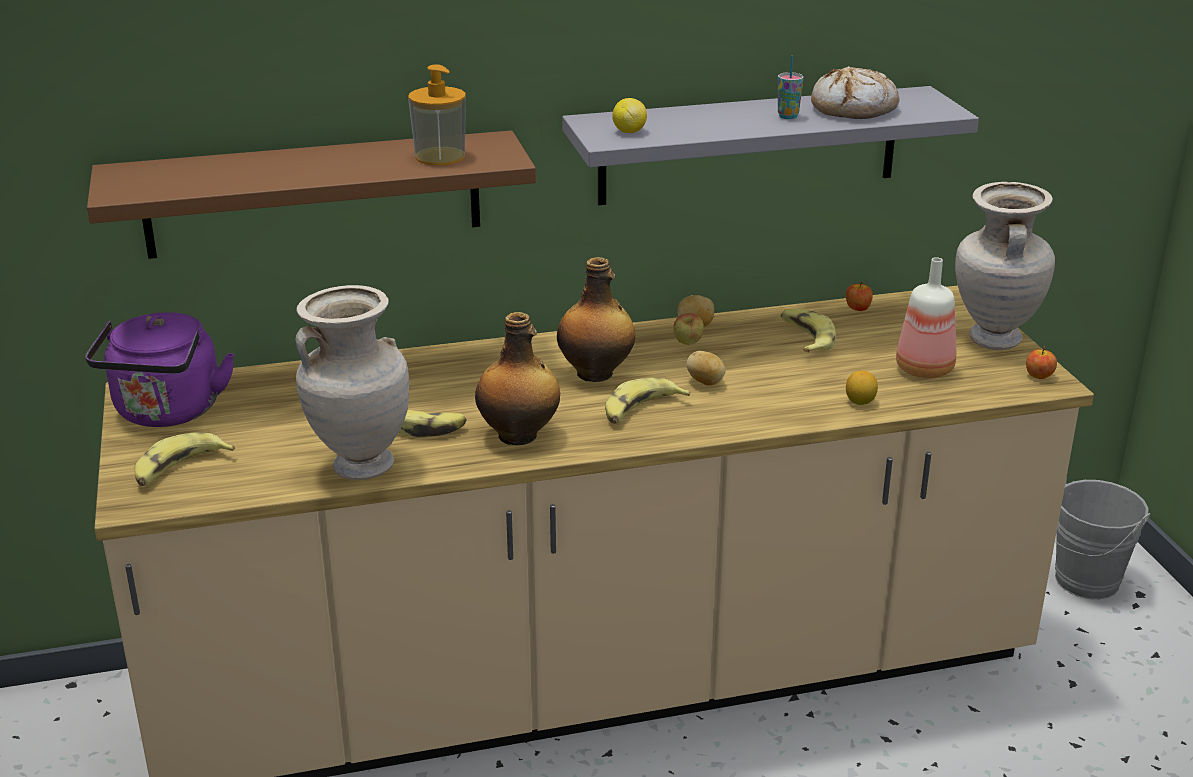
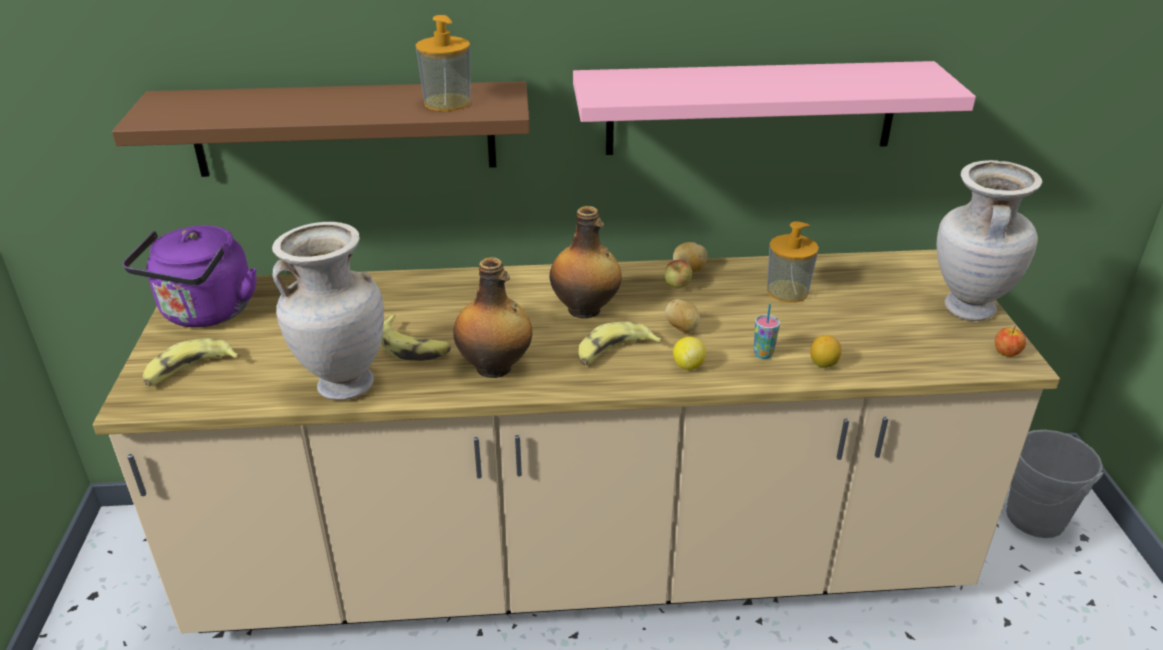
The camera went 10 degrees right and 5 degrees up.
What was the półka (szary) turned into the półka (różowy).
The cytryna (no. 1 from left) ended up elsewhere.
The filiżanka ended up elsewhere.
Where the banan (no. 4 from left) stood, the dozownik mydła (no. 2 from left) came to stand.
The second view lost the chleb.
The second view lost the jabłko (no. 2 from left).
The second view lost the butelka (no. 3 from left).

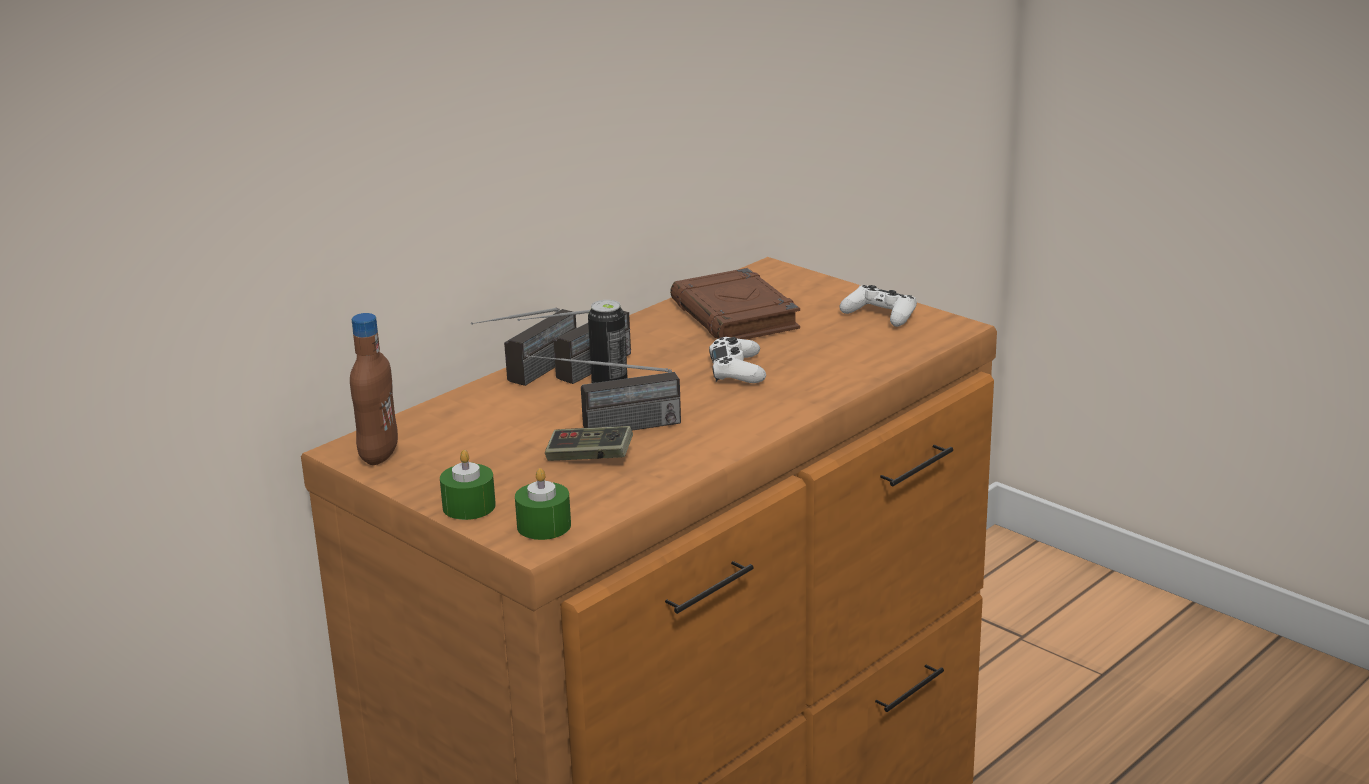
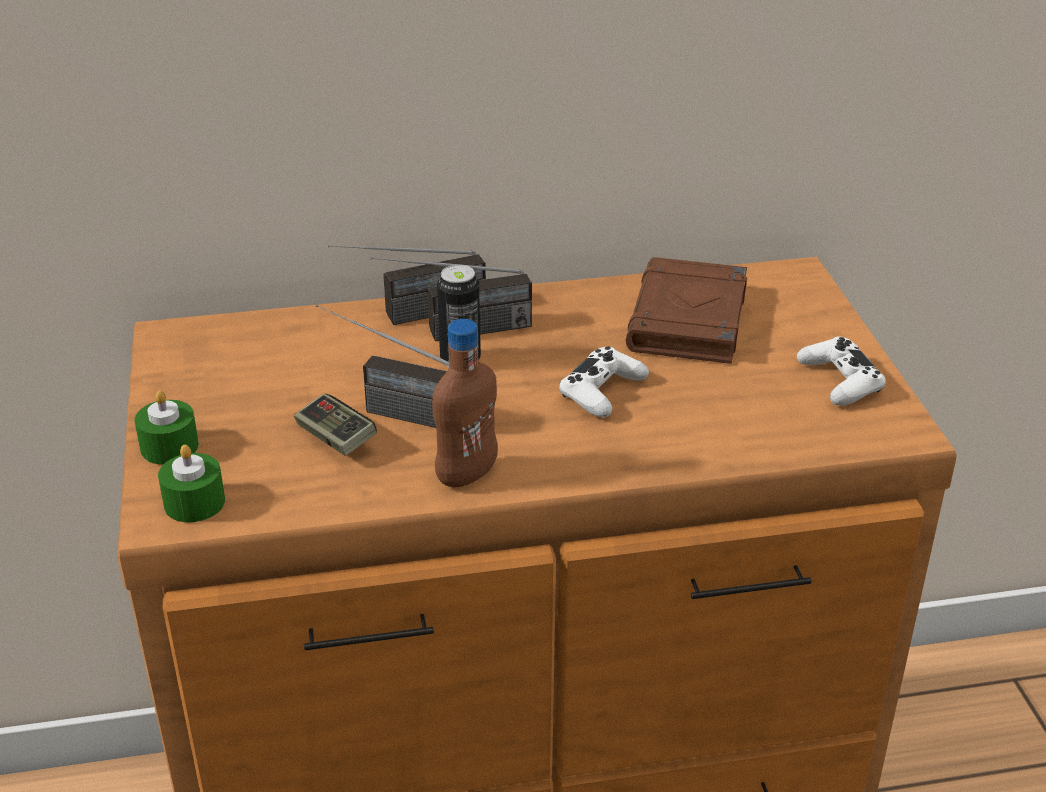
The camera went 35 degrees right and 10 degrees up.
The butelka (brązowy) ended up elsewhere.

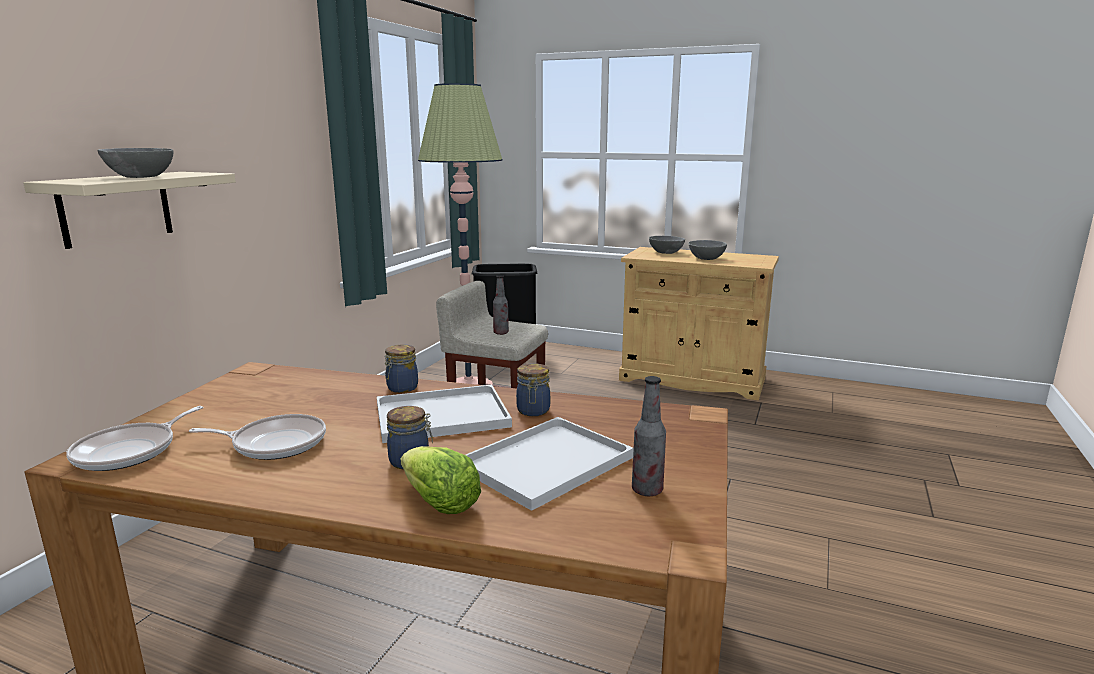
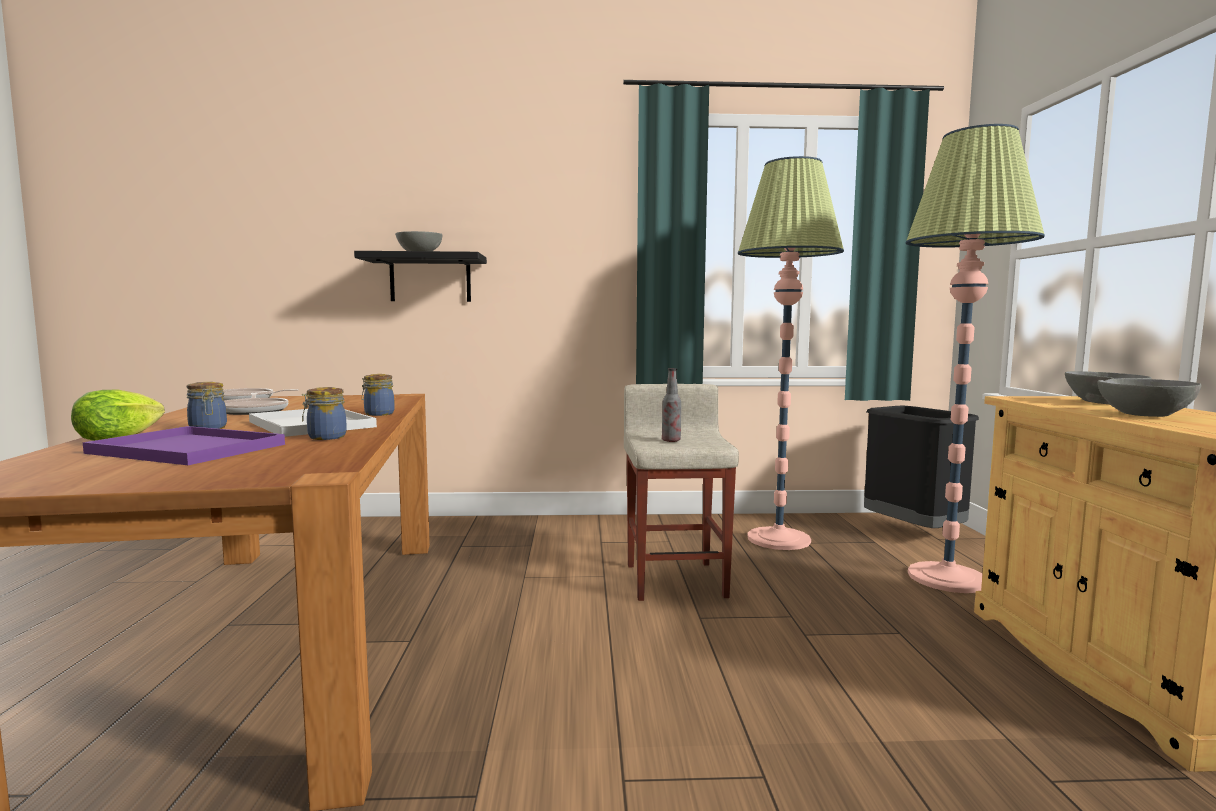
The camera went 65 degrees right and 10 degrees down.
What was the taca (biały) (no. 2 from left) turned into the taca (fioletowy).
What was the półka (beżowy) turned into the półka (czarny).
The second view gained the lampa stojąca (no. 2 from left).
The second view lost the butelka (no. 2 from left).

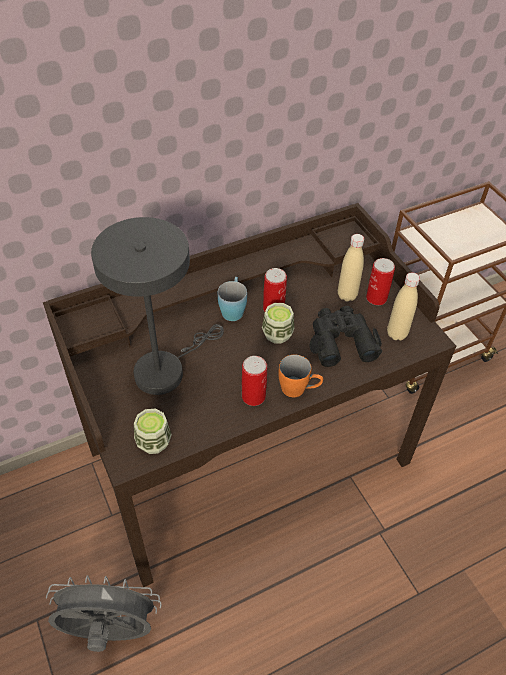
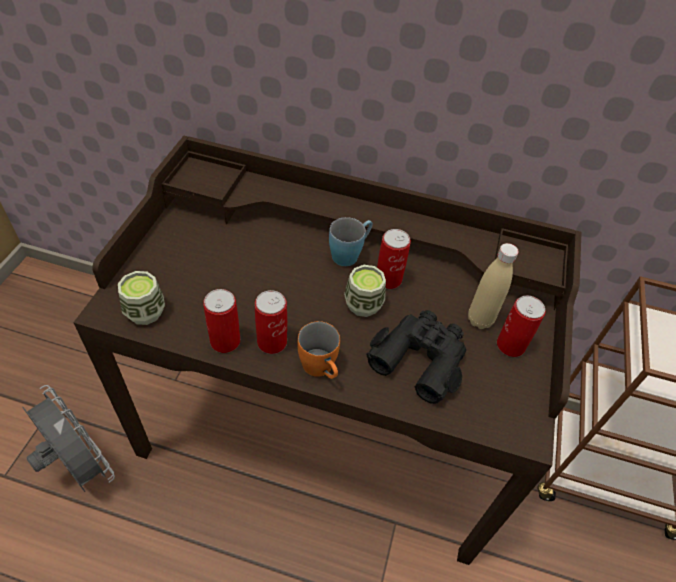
The camera went 40 degrees right and 0 degrees up.
The second view gained the puszka (no. 1 from left).
The second view lost the lampa stołowa (szary).
The second view lost the butelka (beżowy) (no. 2 from left).

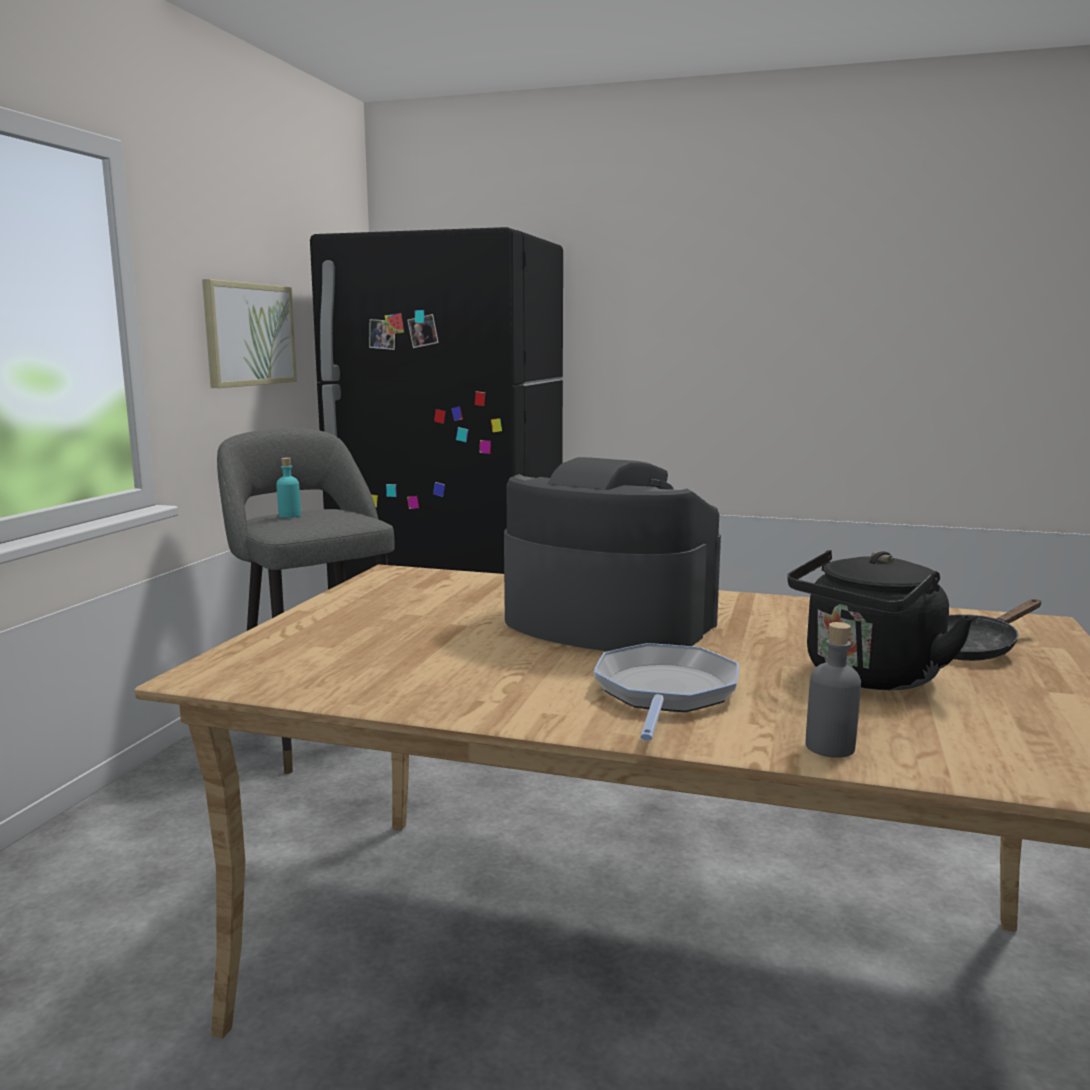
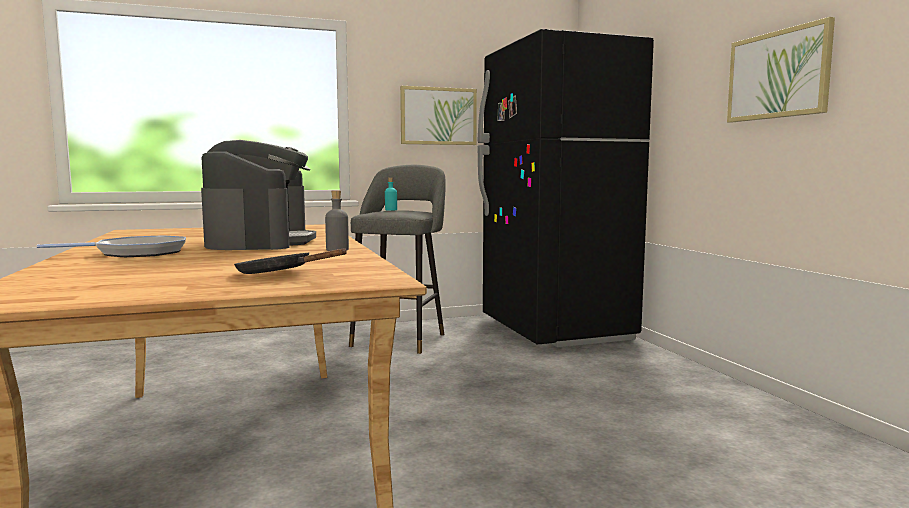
The camera went 55 degrees right and 5 degrees down.
The butelka (szary) ended up elsewhere.
The second view gained the obraz (no. 2 from left).
The second view lost the czajnik (czarny).

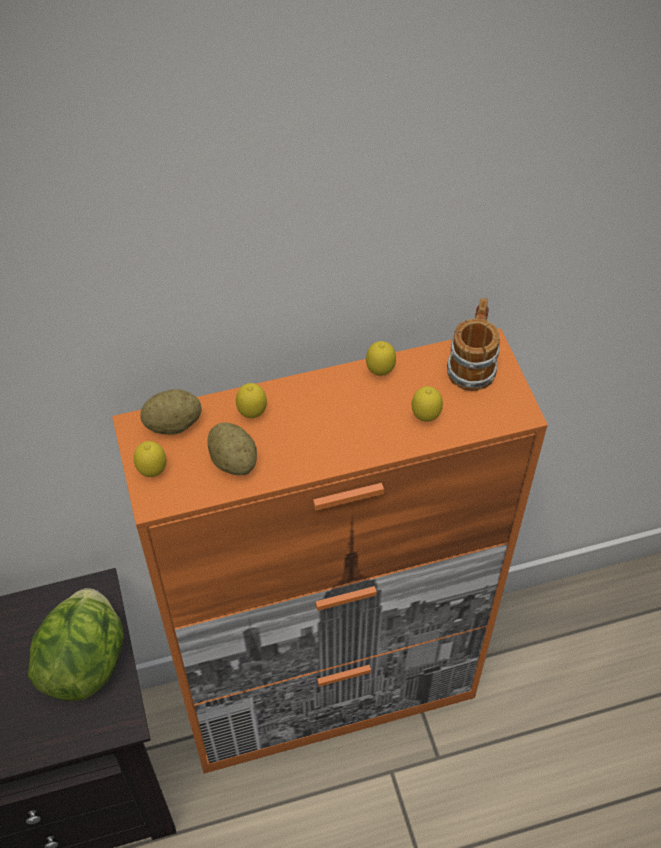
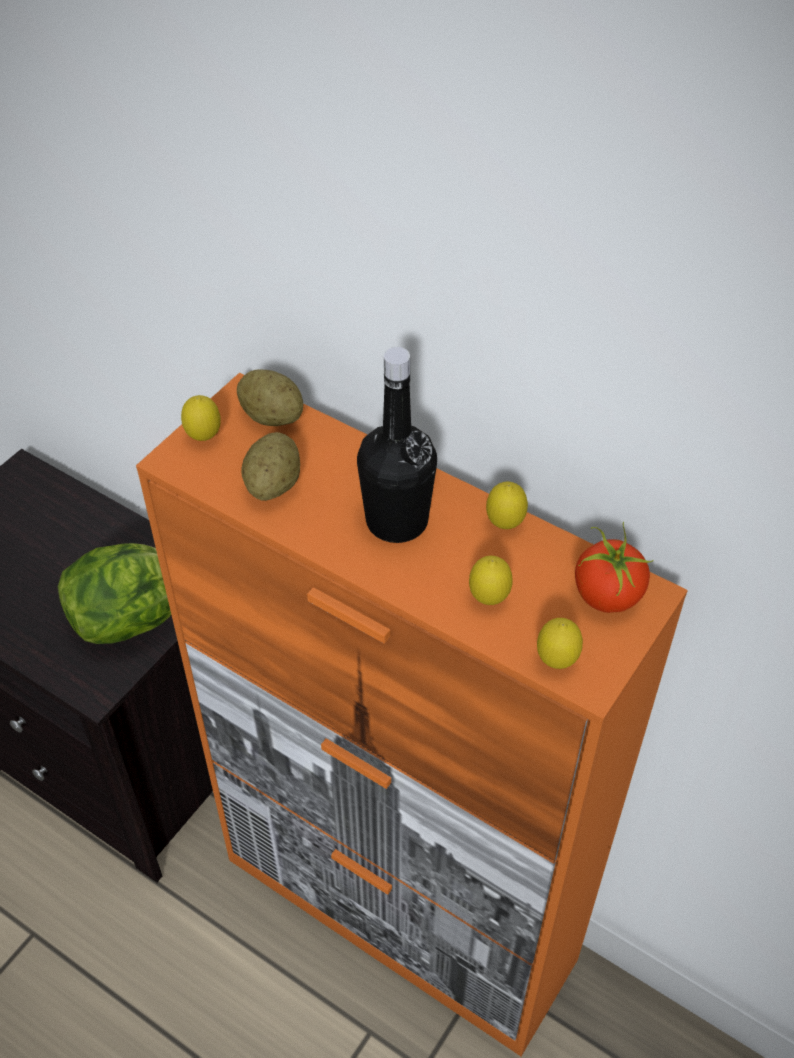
The camera went 50 degrees right and 5 degrees down.
The second view gained the butelka (czarny).
The cytryna (no. 2 from left in the first image) ended up elsewhere.
Where the kubek stood, the pomidor came to stand.

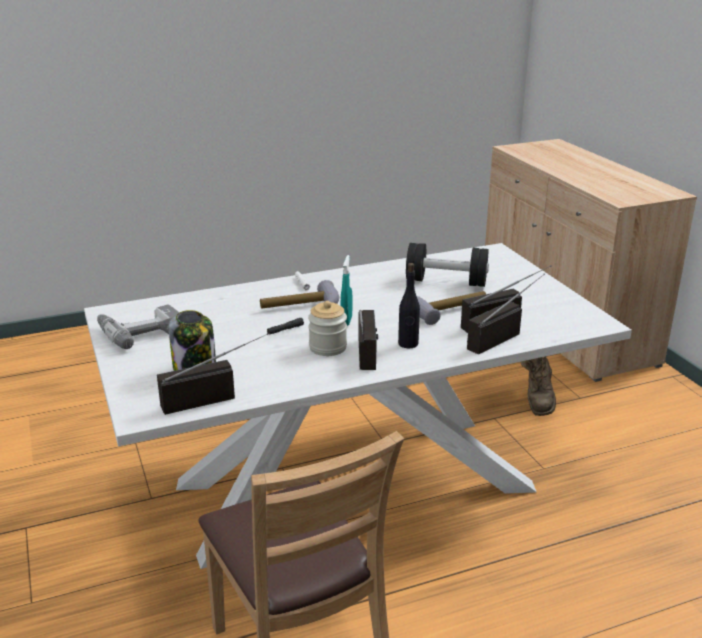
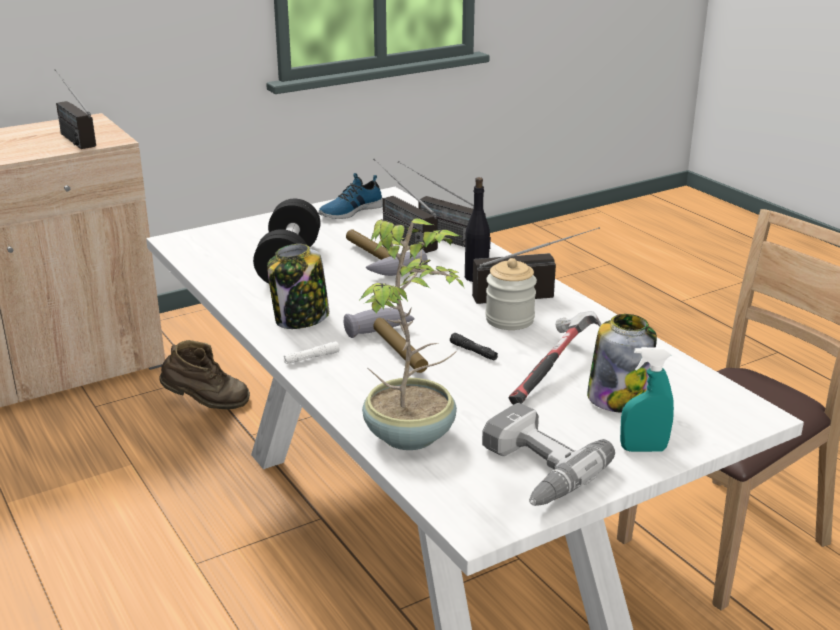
The camera went 100 degrees left and 0 degrees up.
The radio (no. 1 from left) ended up elsewhere.
The second view gained the słoik (no. 1 from left).
The second view gained the but.
The second view gained the roślina doniczkowa.
The second view gained the młotek (no. 3 from left).
The spryskiwacz (turkusowy) ended up elsewhere.

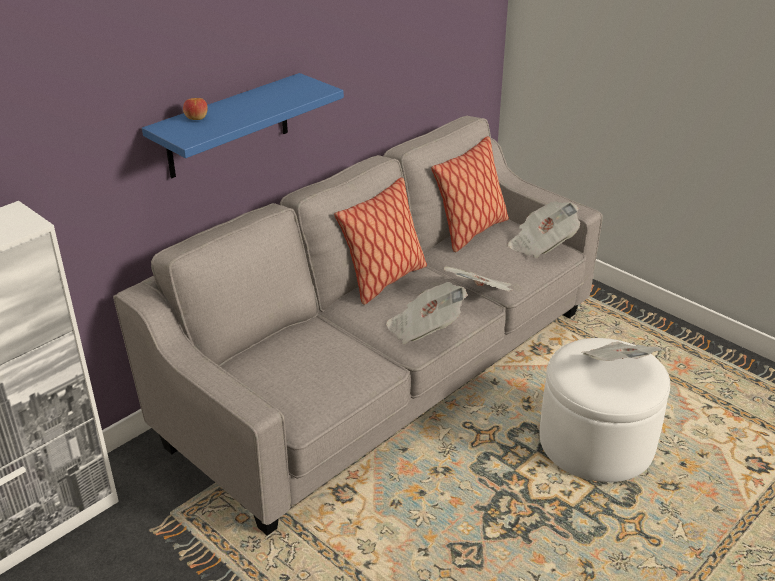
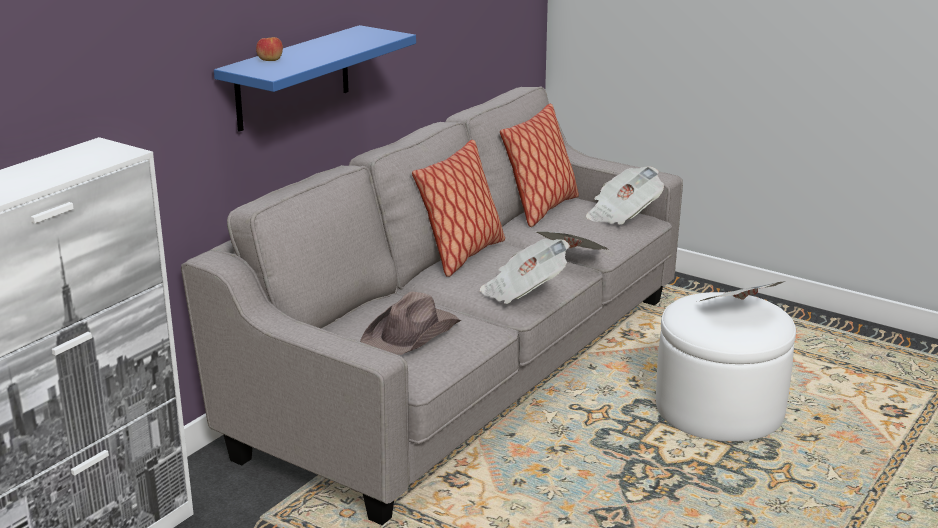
The camera went 10 degrees left and 10 degrees down.
The second view gained the kapelusz (brązowy).

